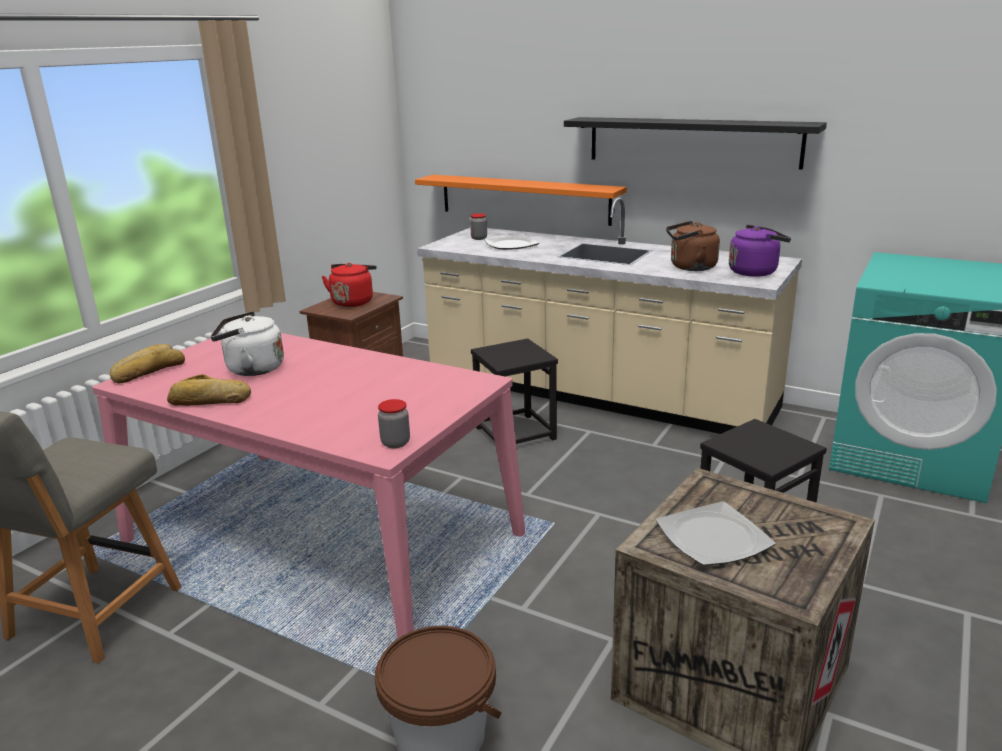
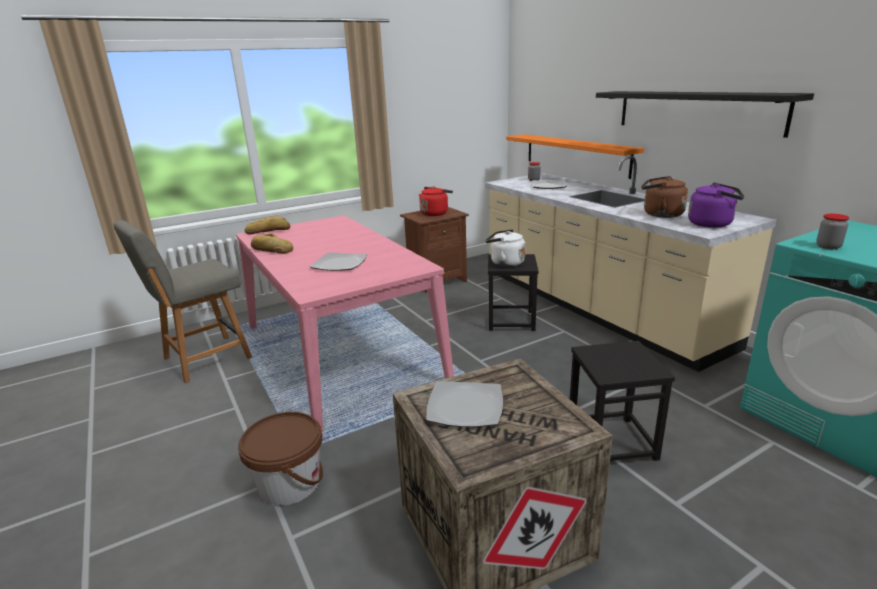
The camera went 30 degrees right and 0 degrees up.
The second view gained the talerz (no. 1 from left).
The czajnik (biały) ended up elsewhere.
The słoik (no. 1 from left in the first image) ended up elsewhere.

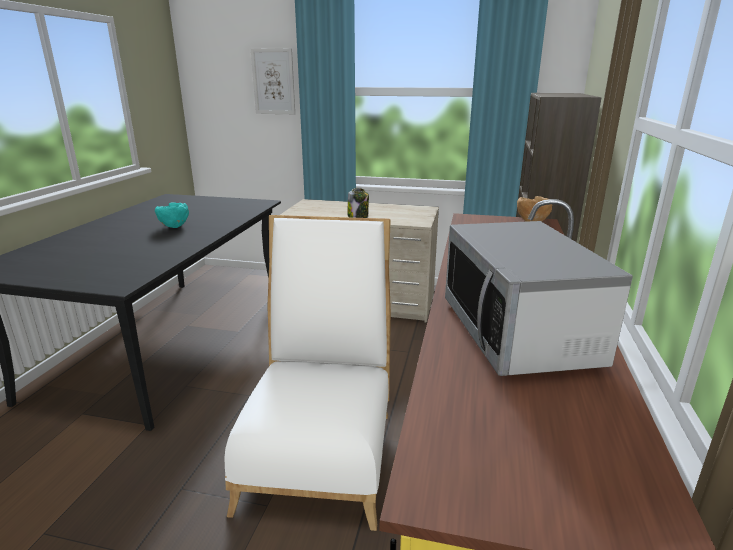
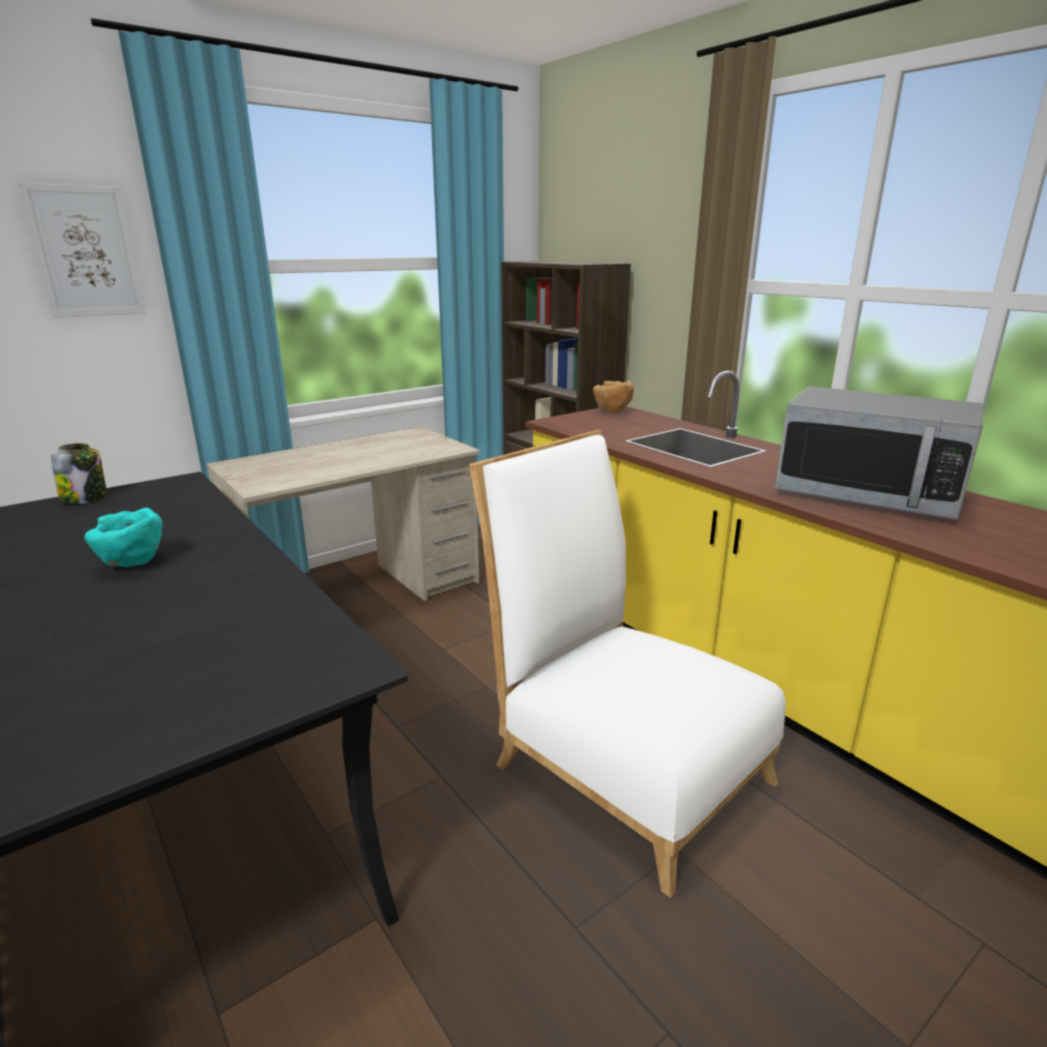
The camera went 50 degrees left and 0 degrees up.
The słoik ended up elsewhere.

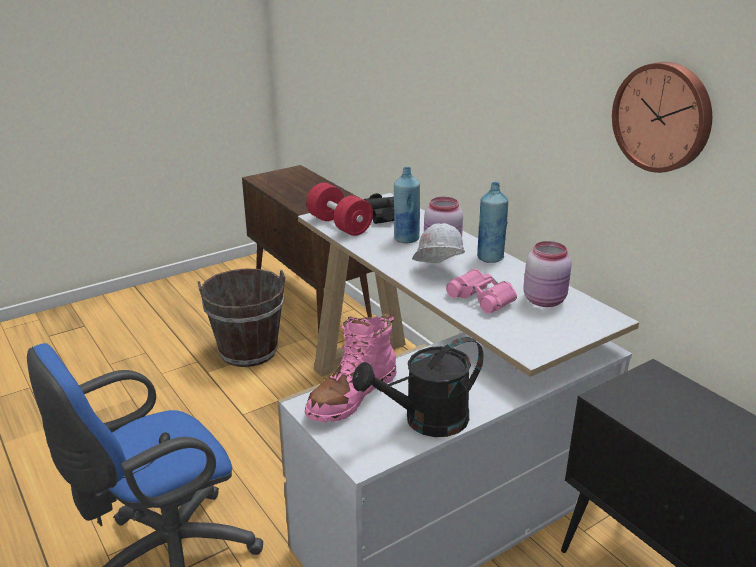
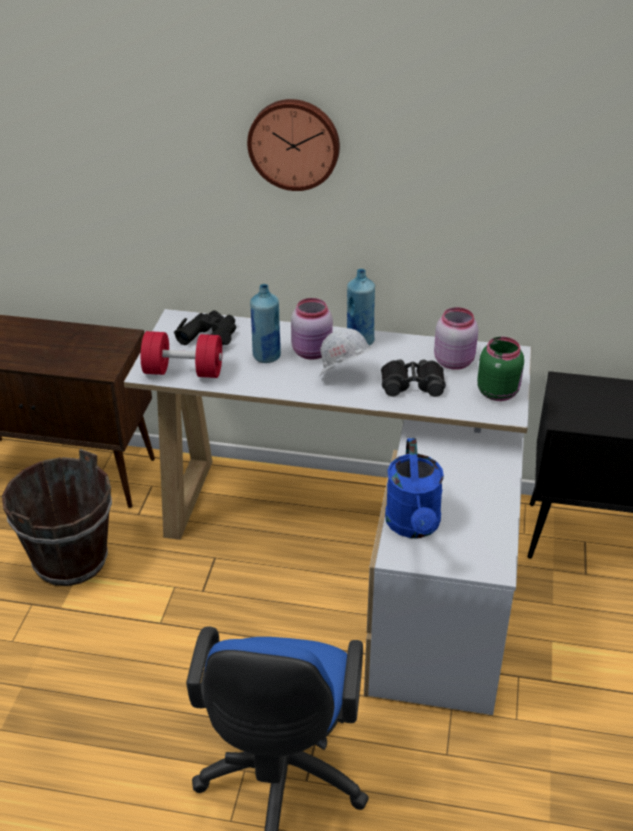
The camera went 45 degrees left and 10 degrees up.
The zegar ścienny ended up elsewhere.
What was the lornetka (różowy) turned into the lornetka (czarny) (no. 2 from left).
Where the but z cholewką (różowy) stood, the konewka (niebieski) came to stand.
The second view gained the słoik (zielony).
The second view lost the konewka (czarny).

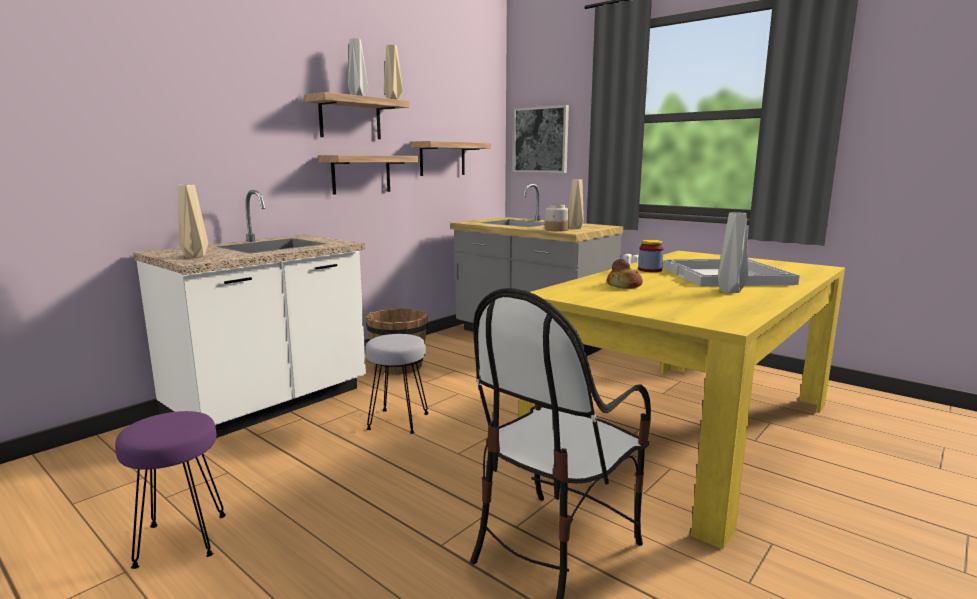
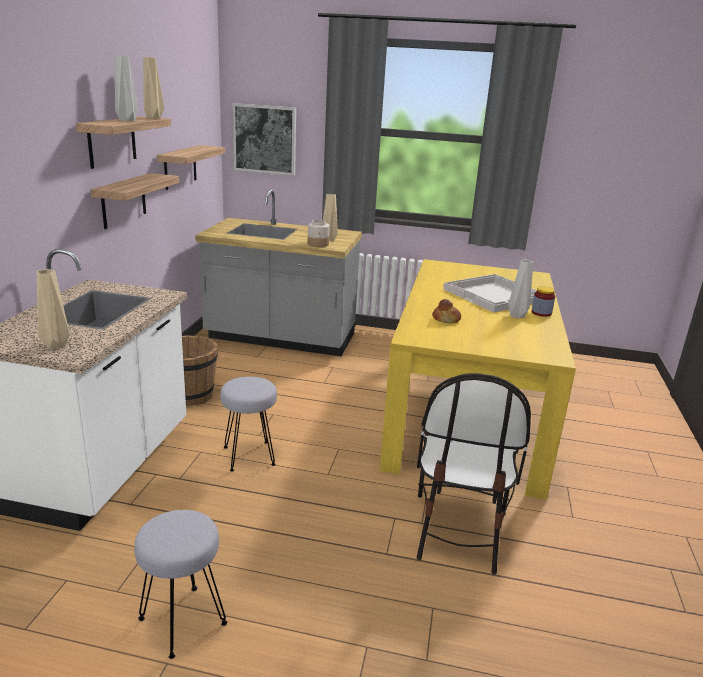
The camera went 30 degrees left and 10 degrees up.
What was the stołek (fioletowy) turned into the stołek (szary) (no. 1 from left).
The słoik (no. 2 from left) ended up elsewhere.

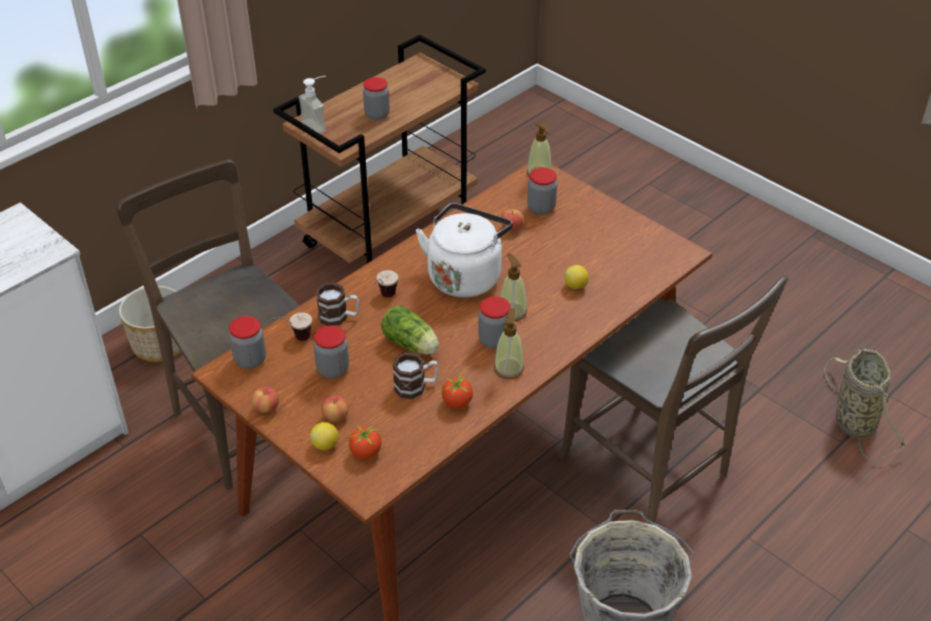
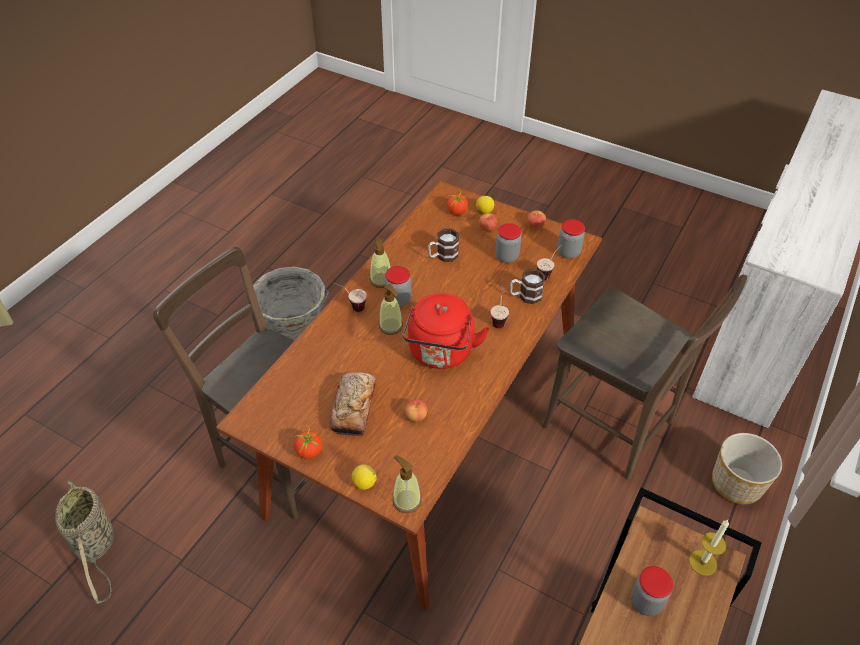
The camera went 165 degrees right and 5 degrees up.
The pomidor (no. 2 from left in the first image) ended up elsewhere.
The second view gained the chleb.
The second view gained the filiżanka (no. 1 from left).
The cytryna (no. 2 from left in the first image) ended up elsewhere.
What was the czajnik (biały) turned into the czajnik (czerwony).
Where the dozownik mydła (no. 1 from left) stood, the świeca came to stand.
The second view lost the sałata.
The second view lost the słoik (no. 5 from left).

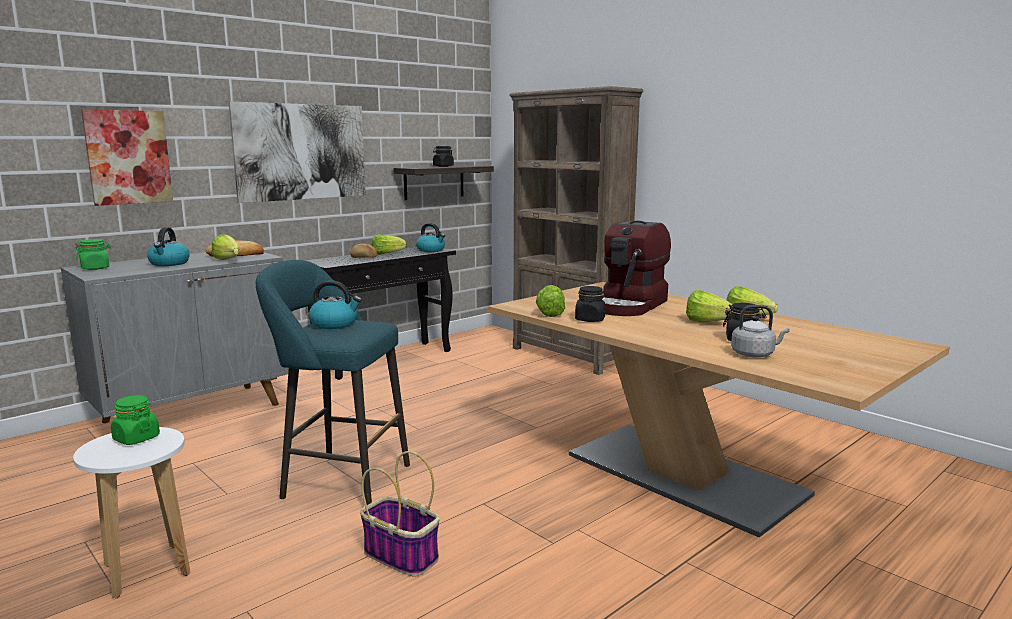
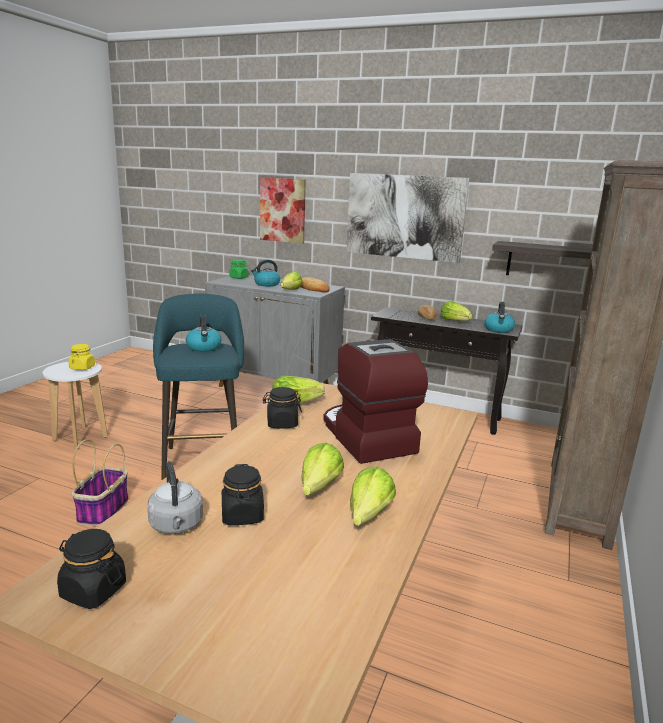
The camera went 65 degrees right and 5 degrees up.
The słoik (czarny) (no. 1 from left) ended up elsewhere.
What was the słoik (zielony) (no. 2 from left) turned into the słoik (żółty).
The ekspres do kawy ended up facing another way, 60 degrees clockwise from before.

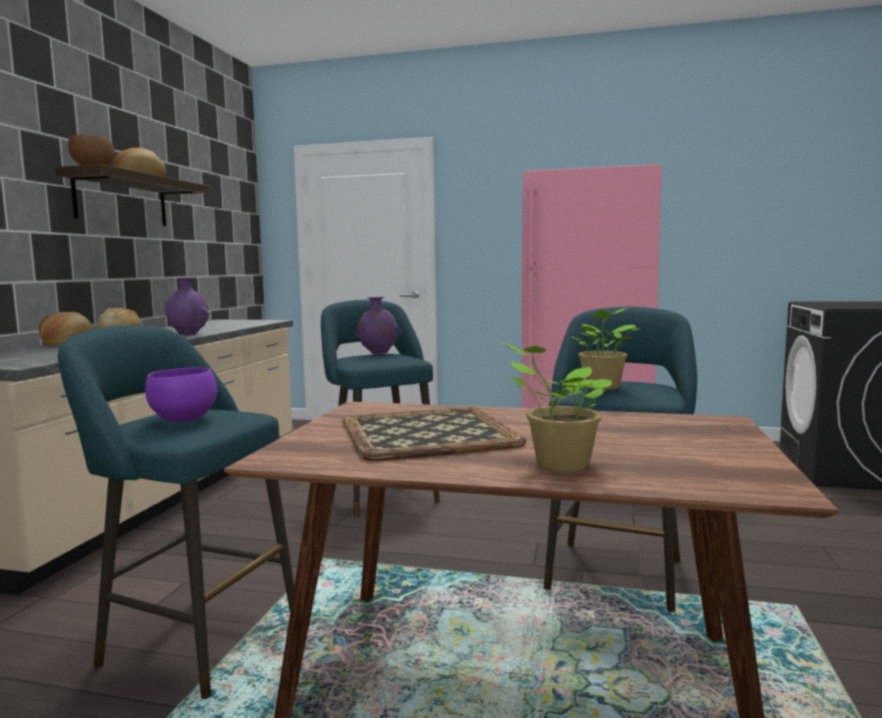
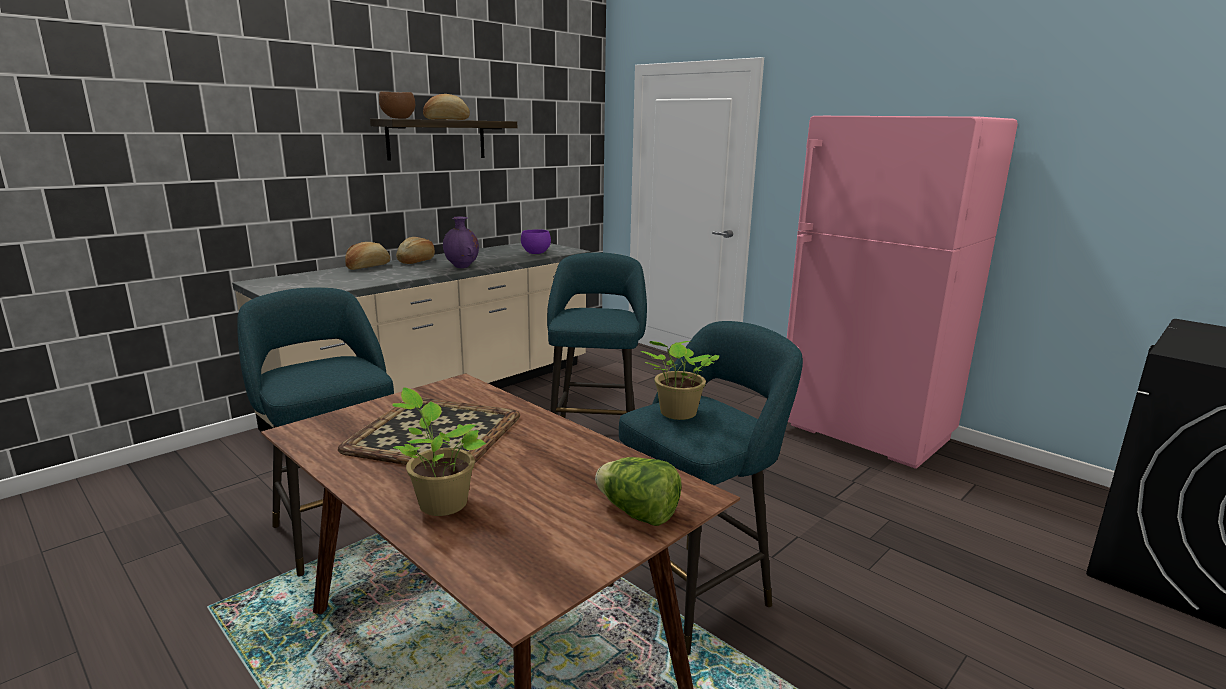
The camera went 30 degrees right and 10 degrees up.
The miska (fioletowy) ended up elsewhere.
The second view gained the sałata.
The second view lost the wazon (fioletowy) (no. 2 from left).

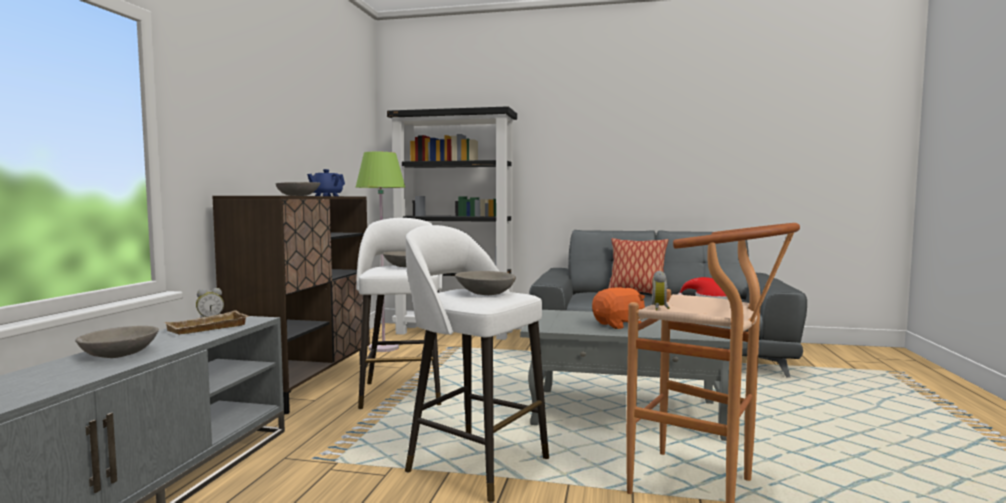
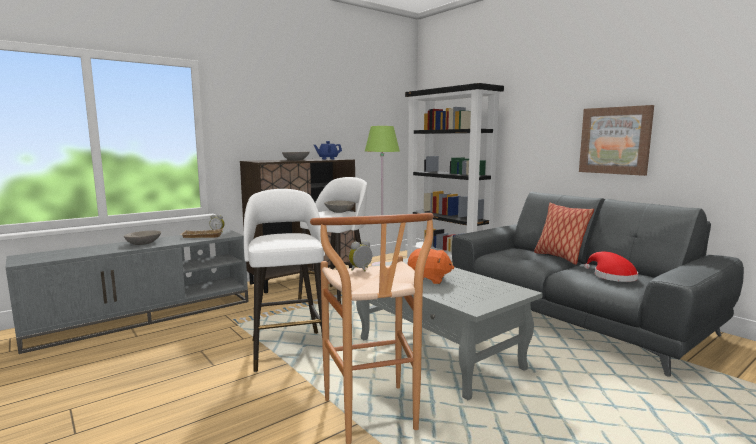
The camera went 40 degrees right and 5 degrees up.
The second view gained the obraz.
The second view lost the miska (szary) (no. 4 from left).

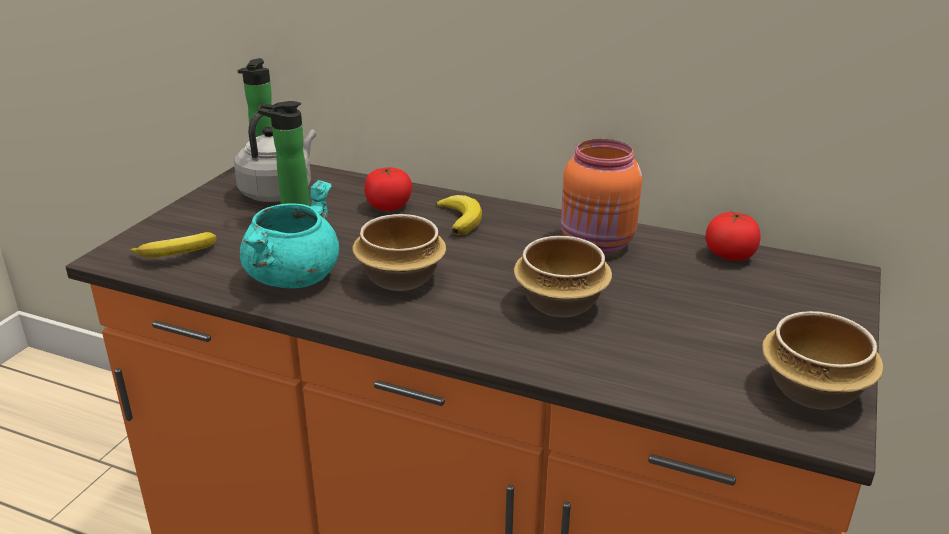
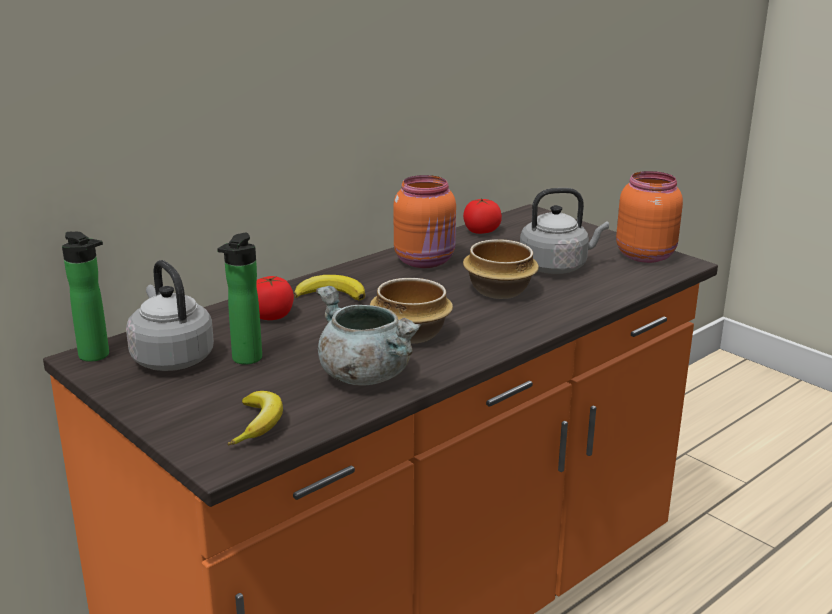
The camera went 65 degrees left and 5 degrees down.
What was the garnek (turkusowy) turned into the garnek (szary).
The second view gained the czajnik (szary) (no. 2 from left).
Where the miska (no. 3 from left) stood, the słoik (pomarańczowy) (no. 2 from left) came to stand.

